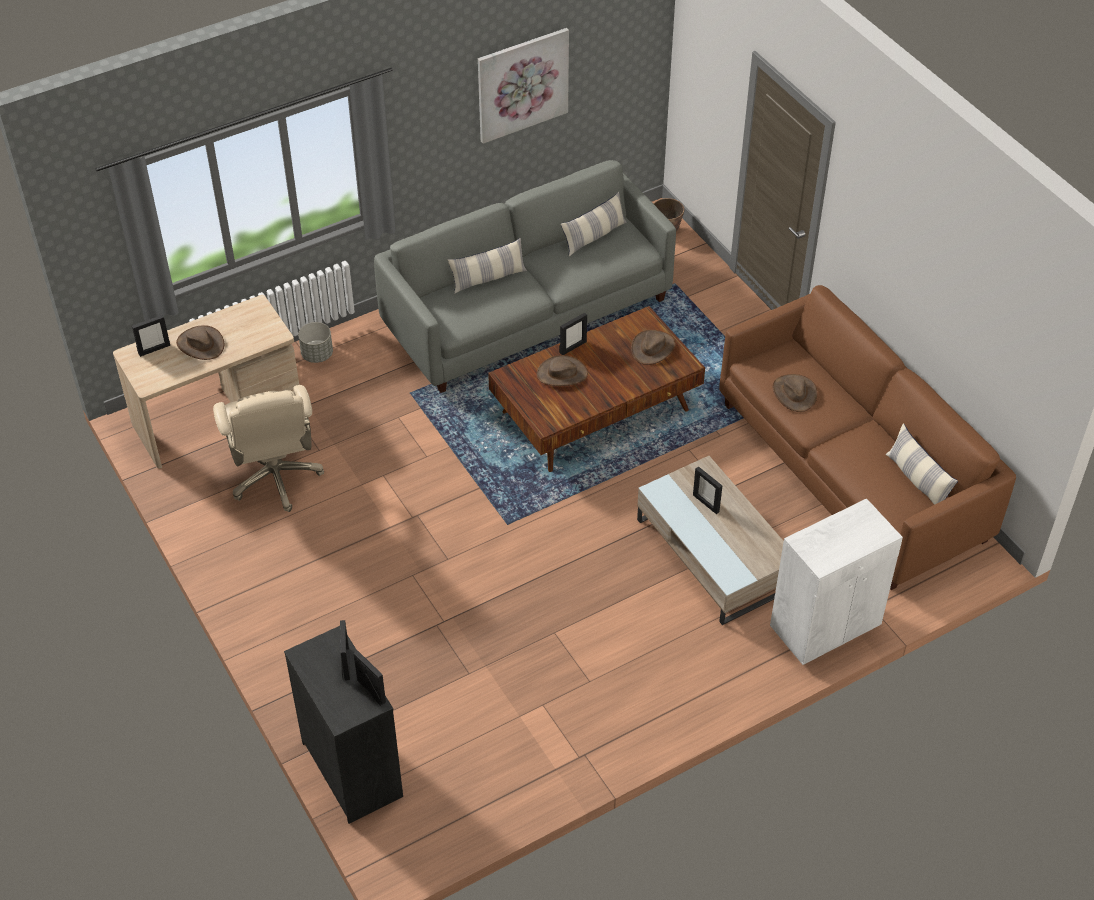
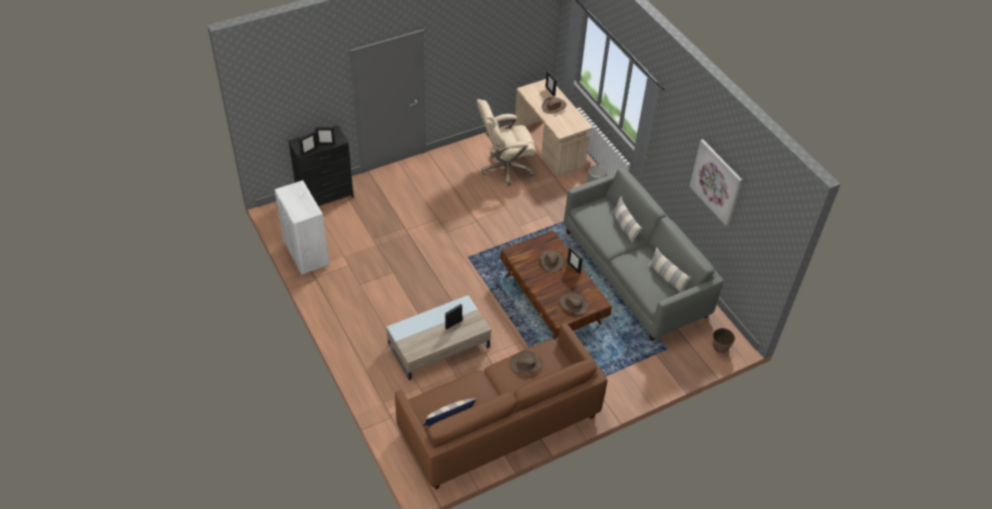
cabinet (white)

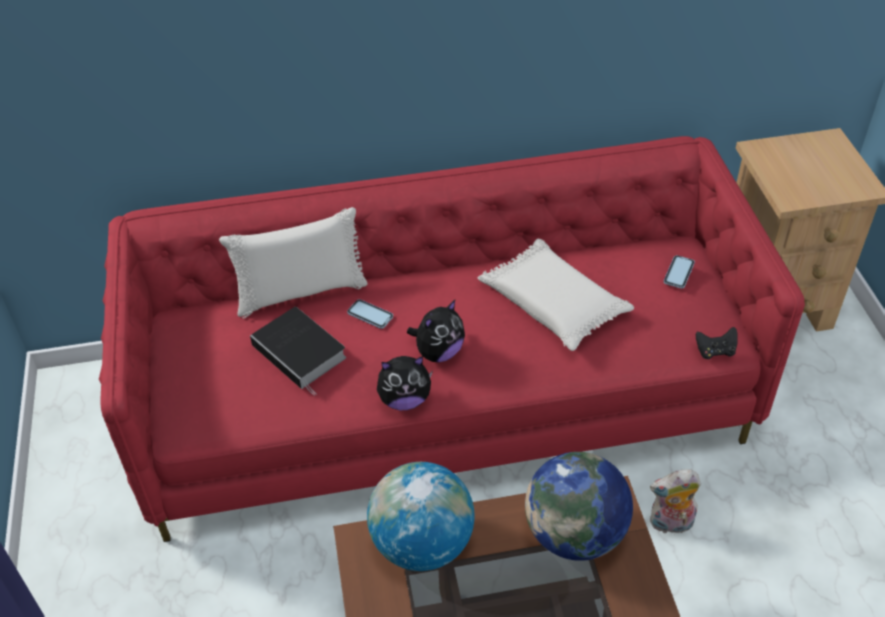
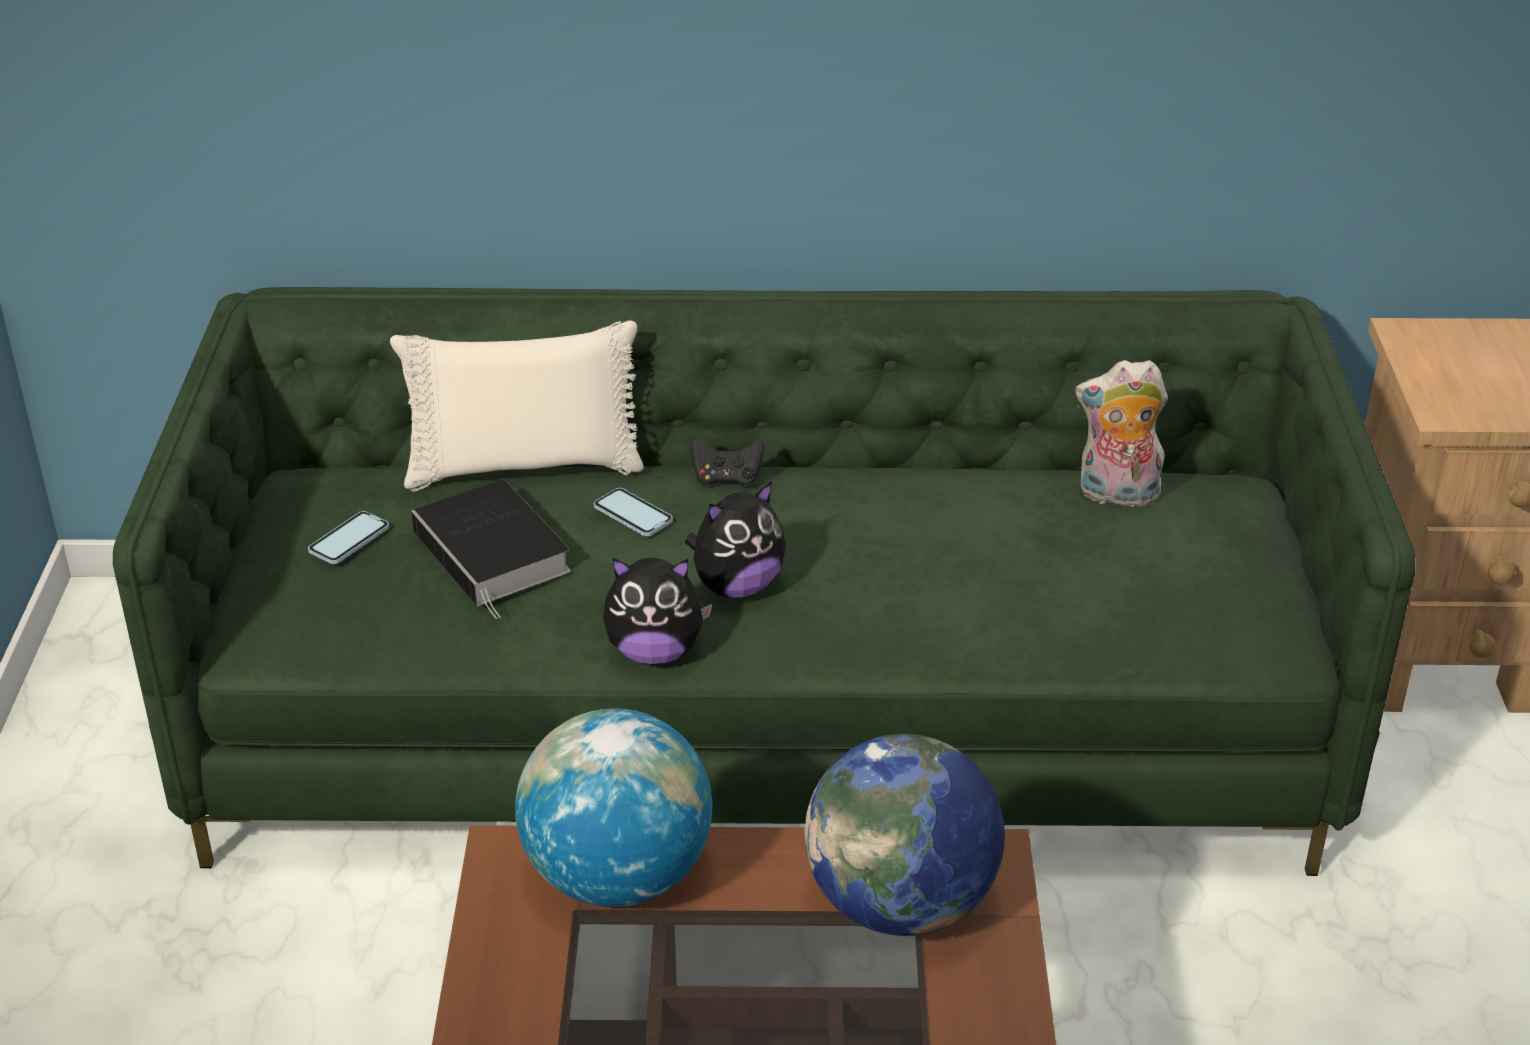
sofa (green)
pillow (white) (no. 2 from left in the first image)
plush toy (no. 3 from left)
phone (no. 1 from left)
game controller (black)

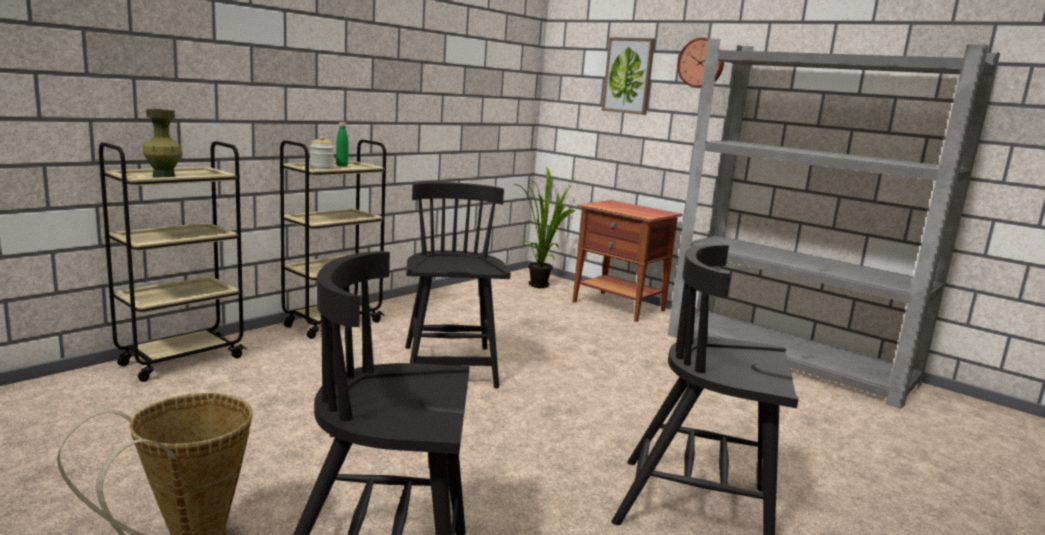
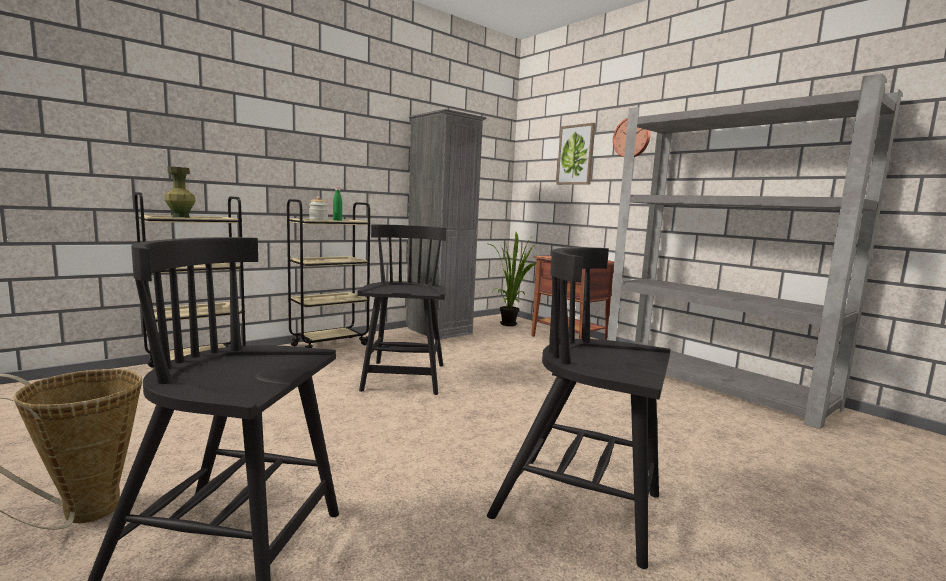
cabinet (grey)

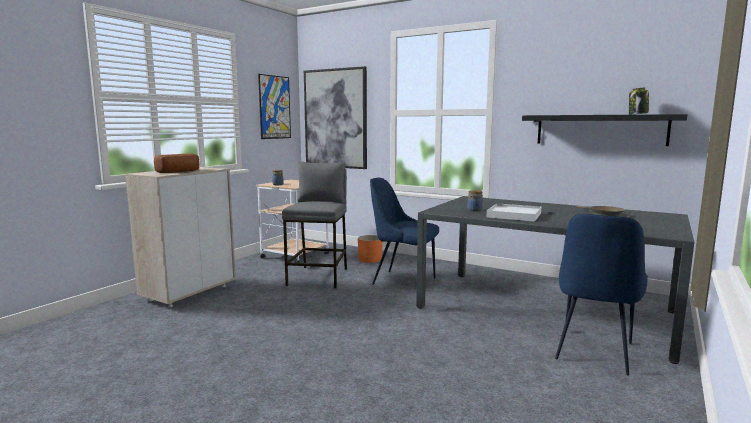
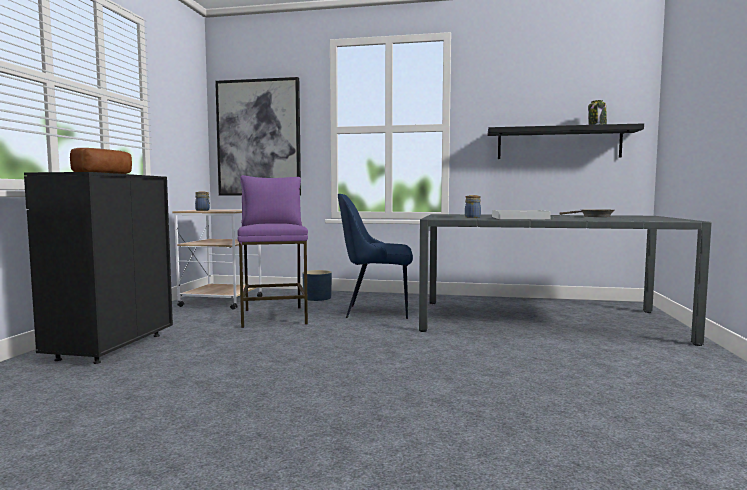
cabinet (black)
picture (no. 1 from left in the first image)
stool (purple)
planter (blue)
chair (blue) (no. 2 from left in the first image)

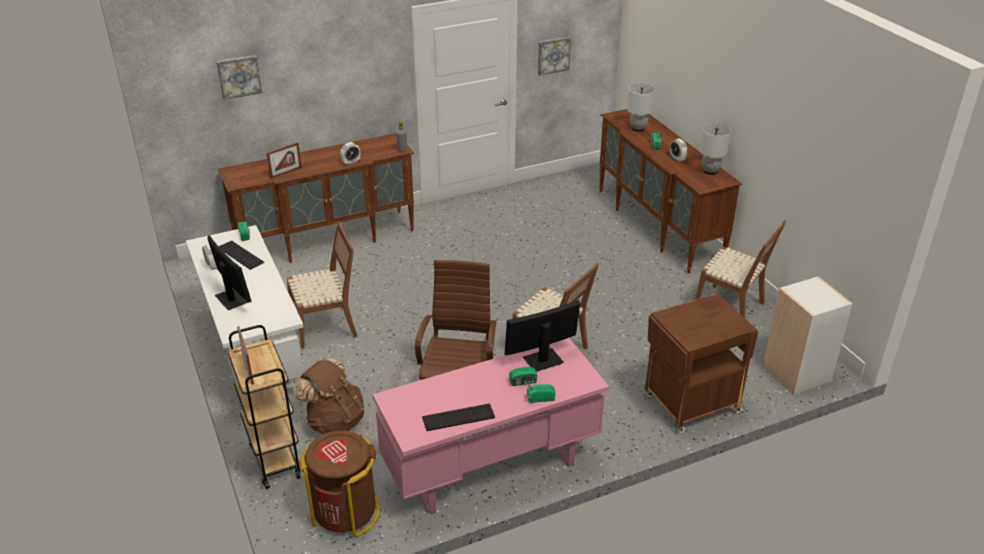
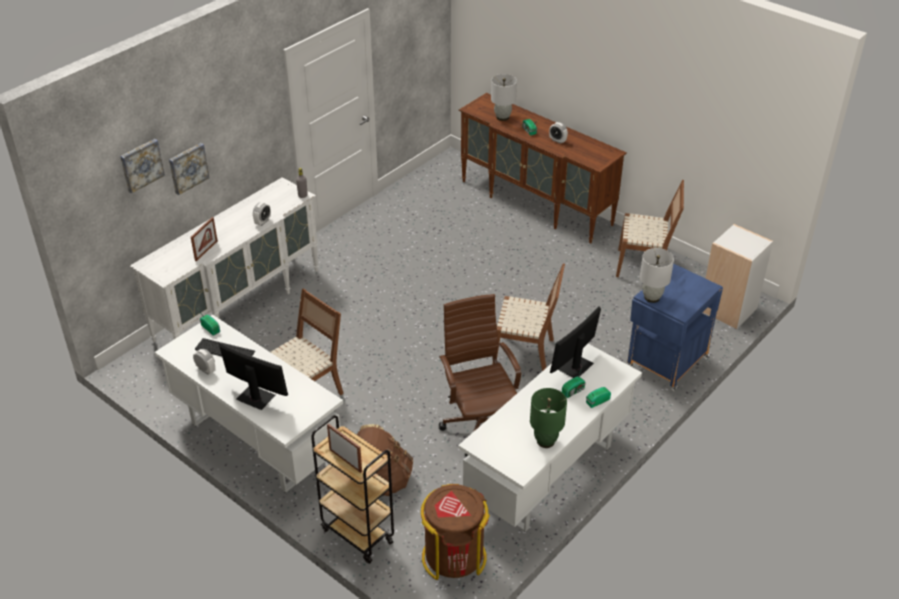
cabinet (white)
desk (white) (no. 2 from left)
table lamp (green)
picture (no. 2 from left)
cart (blue)
table lamp (white) (no. 2 from left)

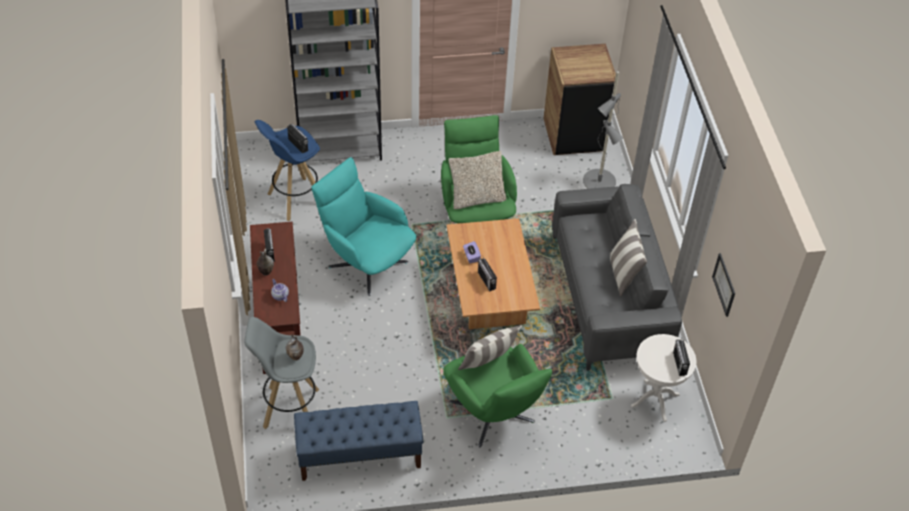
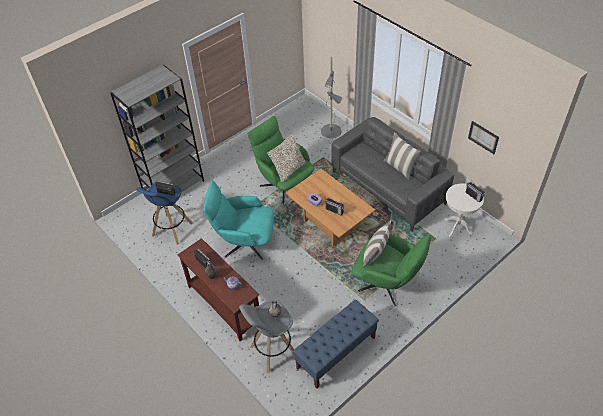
cabinet (brown)

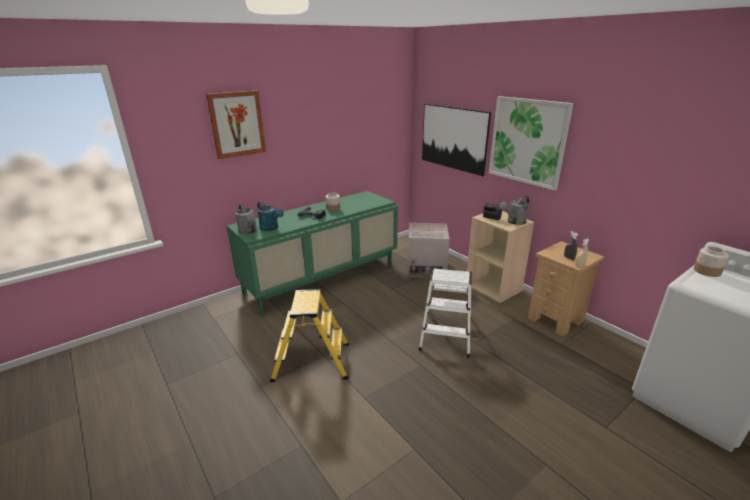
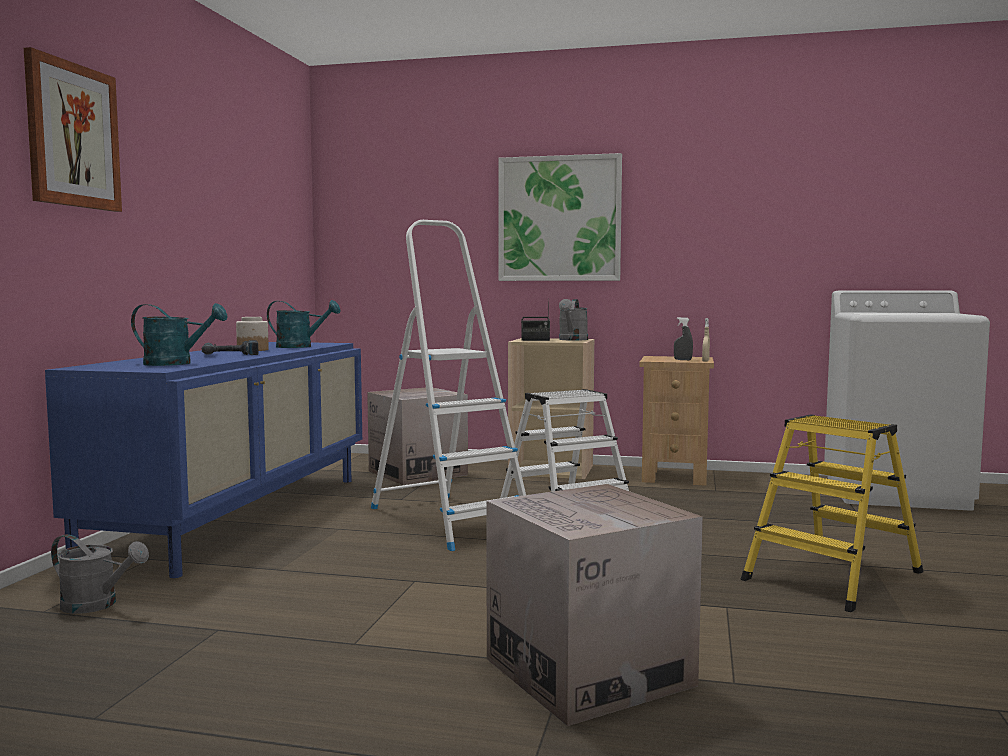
cabinet (blue)
watering can (grey) (no. 1 from left)
step ladder (yellow)
picture (no. 2 from left in the first image)
jar (no. 2 from left in the first image)
watering can (turquoise) (no. 2 from left)
step ladder (white) (no. 1 from left)
cardboard box (no. 2 from left)

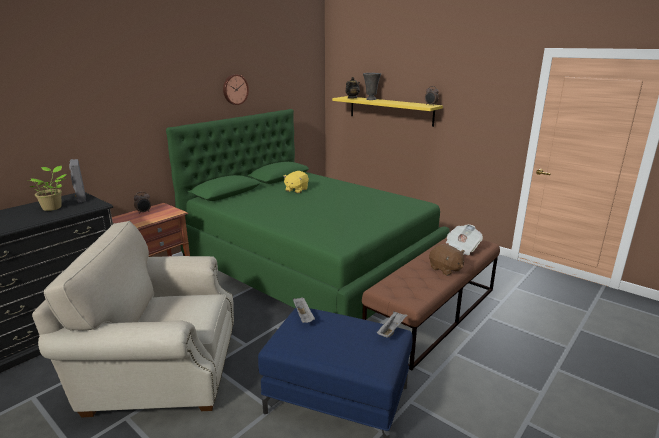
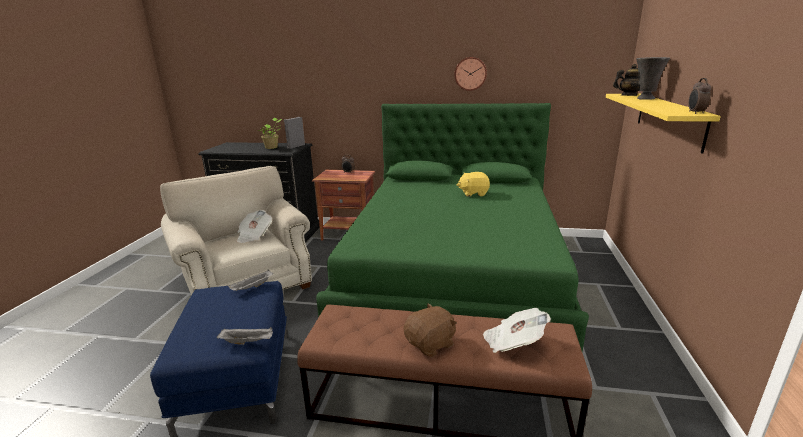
plush toy (brown)
newspaper (no. 1 from left)

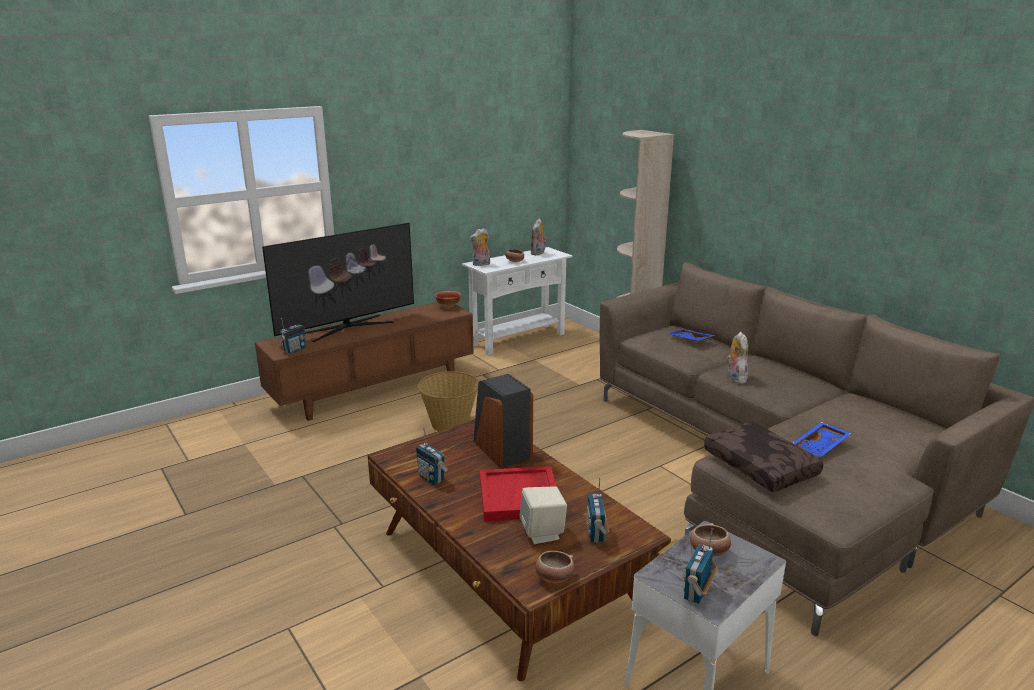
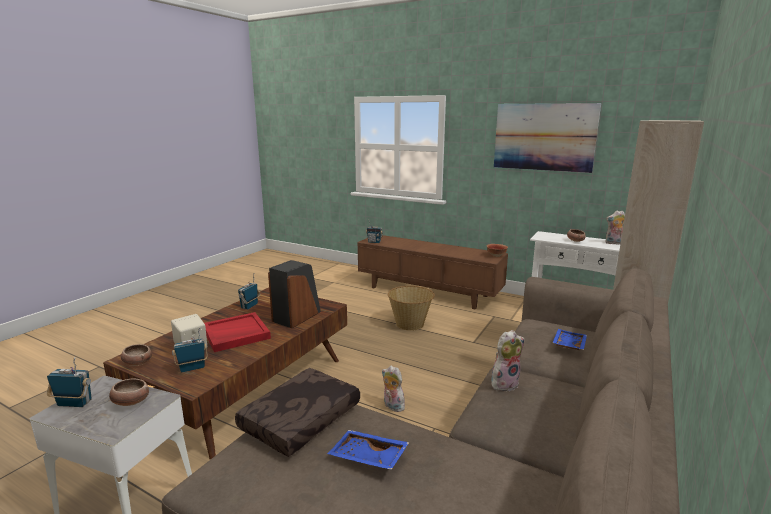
television
plush toy (no. 1 from left)
picture

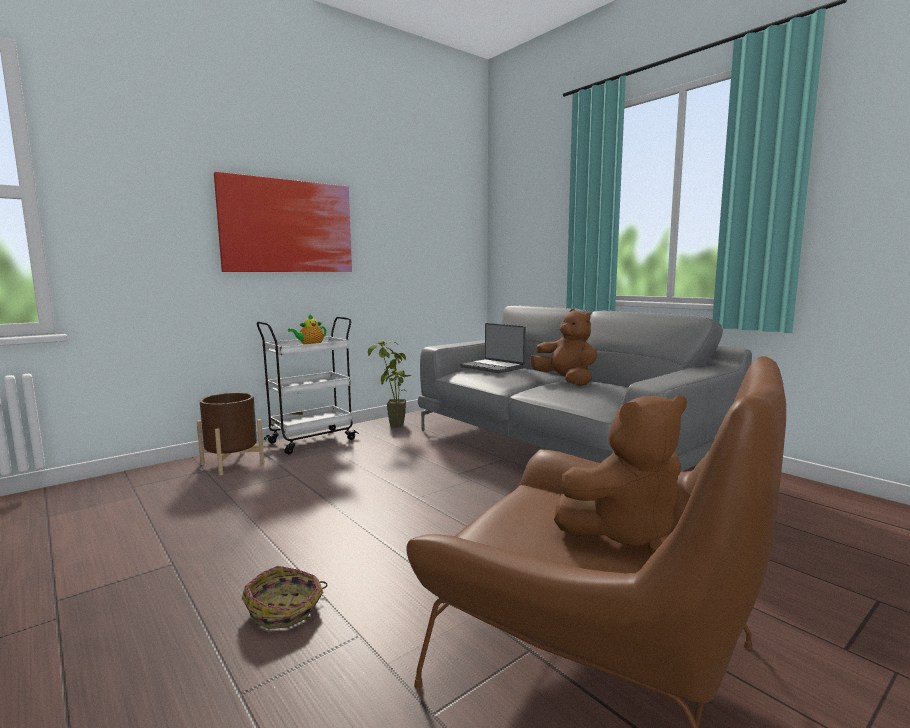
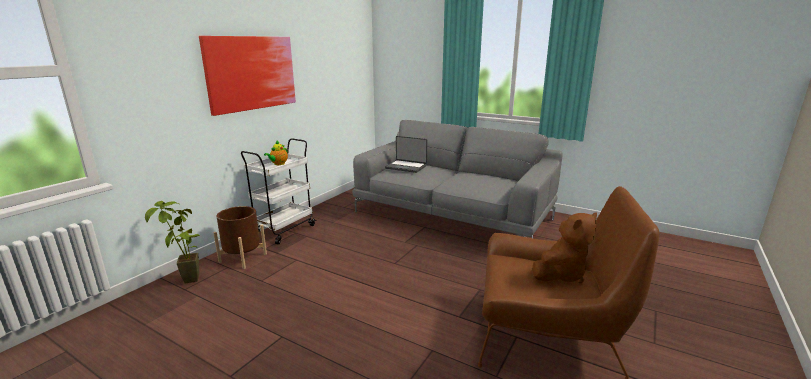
basket
potted plant
plush toy (brown) (no. 1 from left in the first image)

